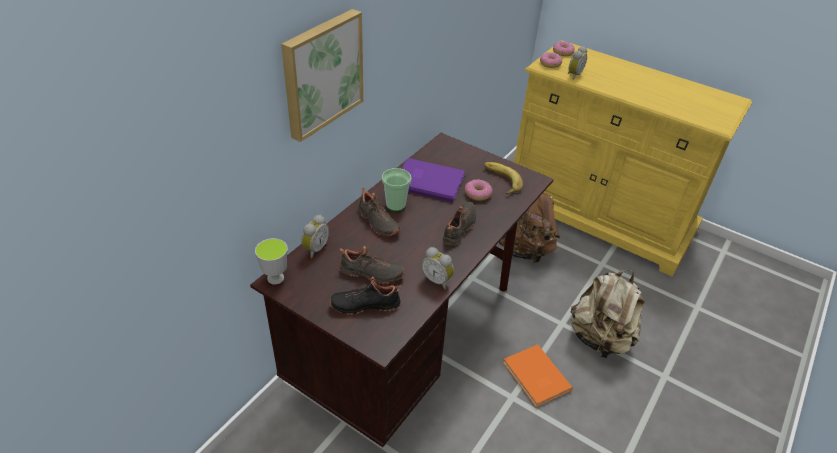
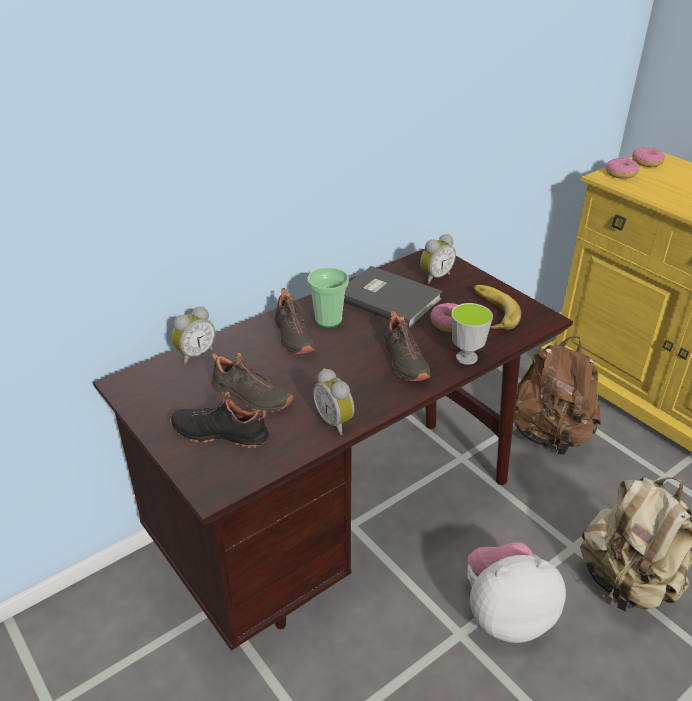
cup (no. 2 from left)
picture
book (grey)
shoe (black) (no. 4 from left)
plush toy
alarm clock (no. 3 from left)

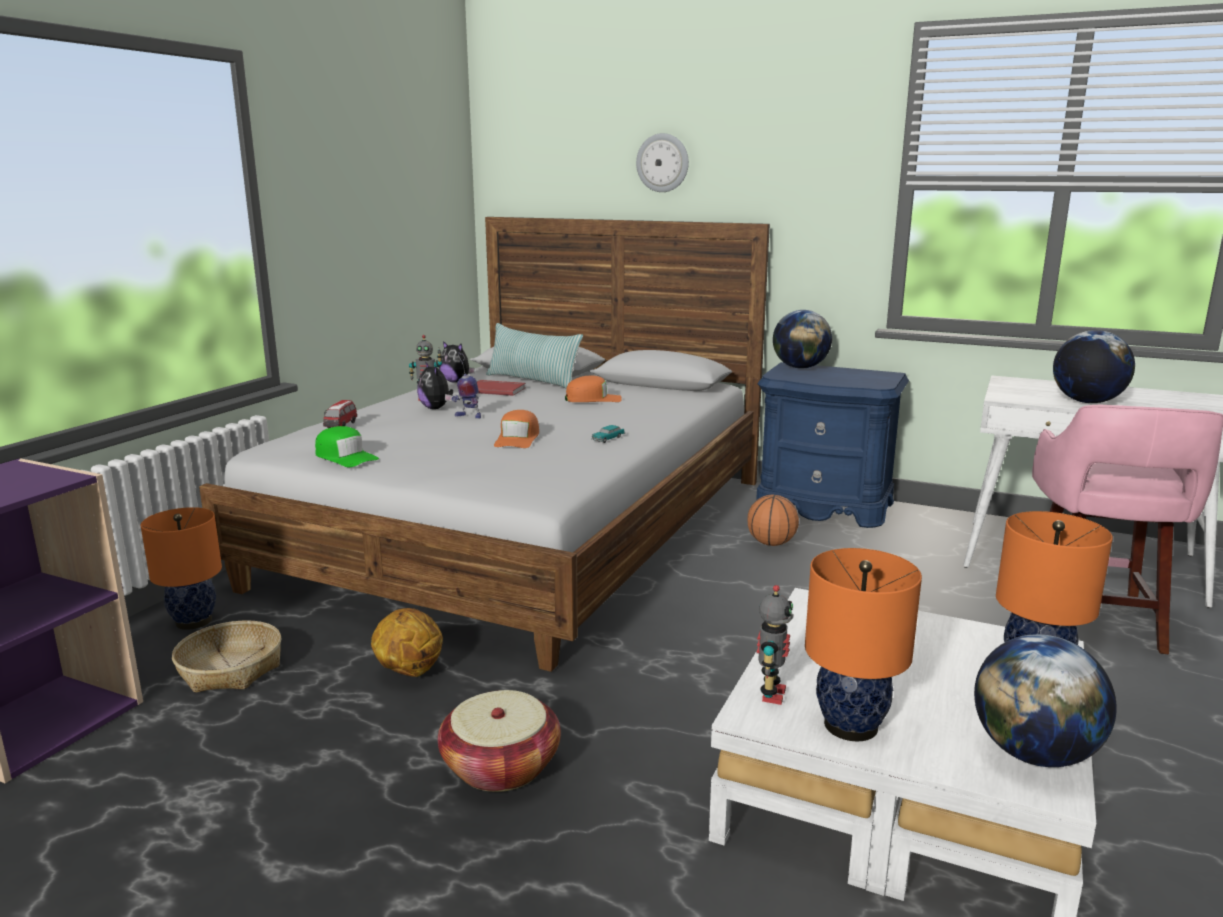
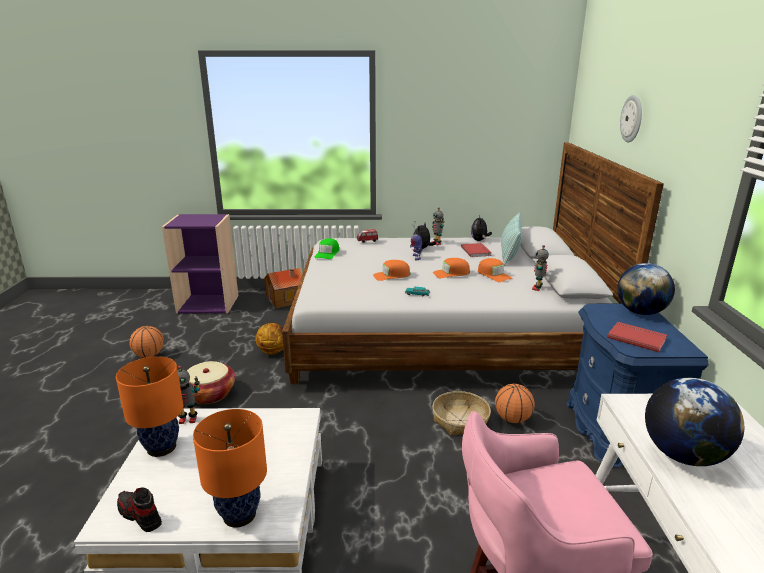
toy house
basket (no. 2 from left)
shoe
basketball (no. 1 from left)
cap (orange) (no. 2 from left)
toy robot (no. 4 from left)
book (red) (no. 2 from left)

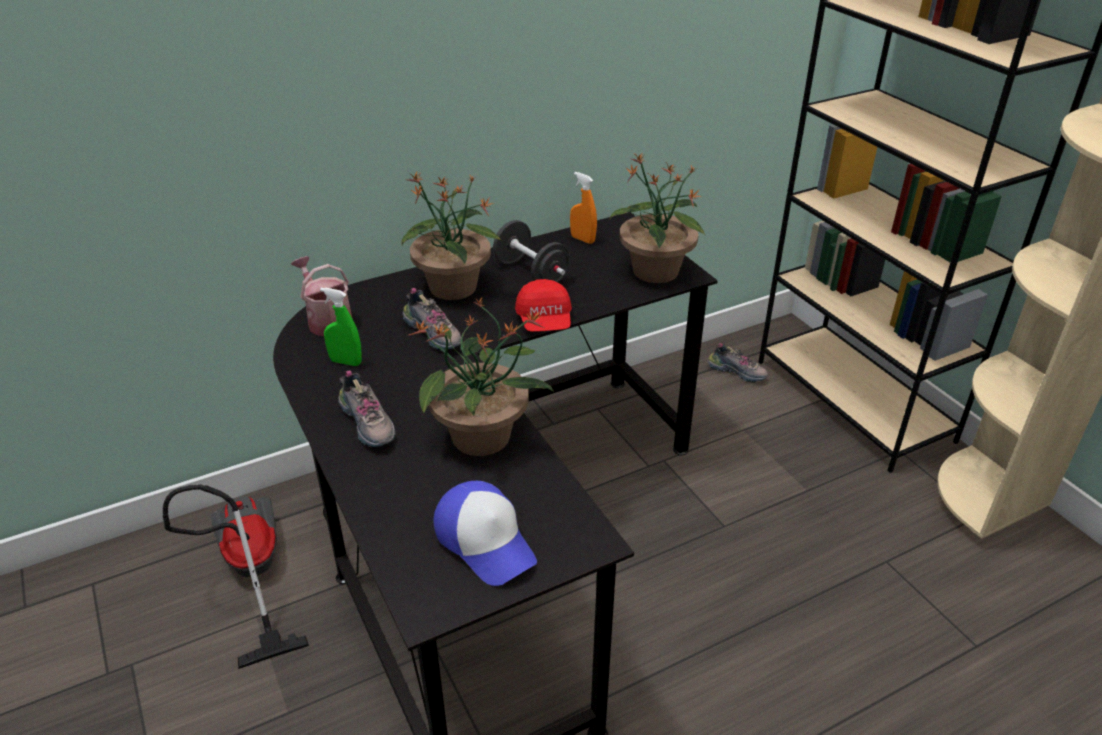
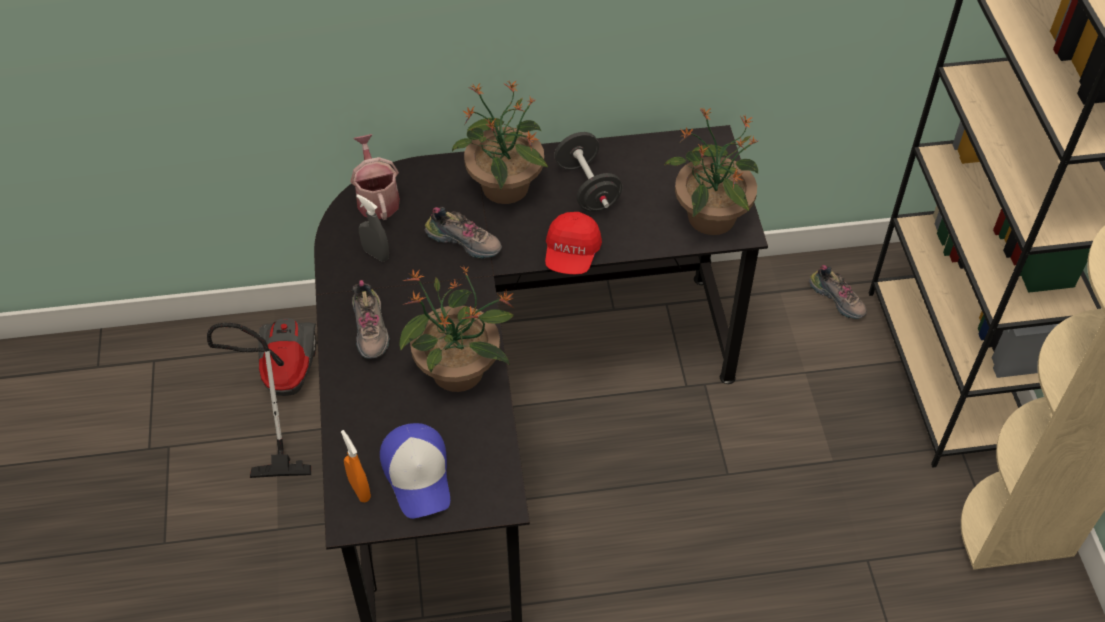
spray bottle (grey)
shoe (no. 2 from left)
spray bottle (orange)

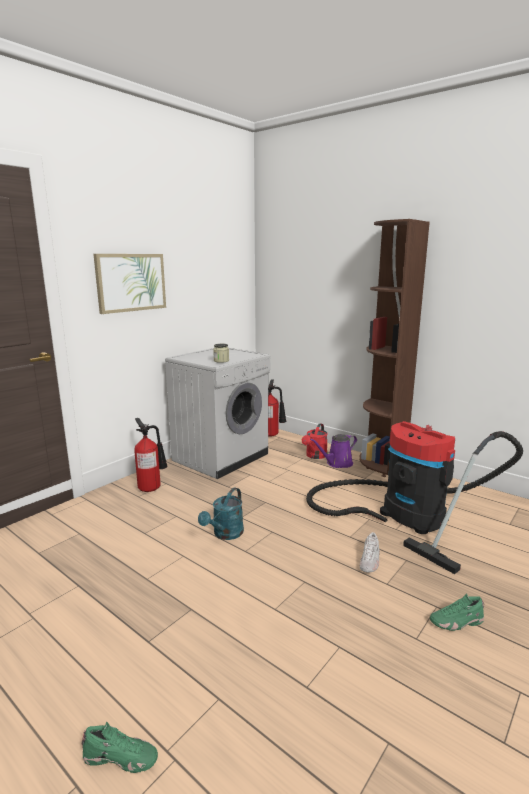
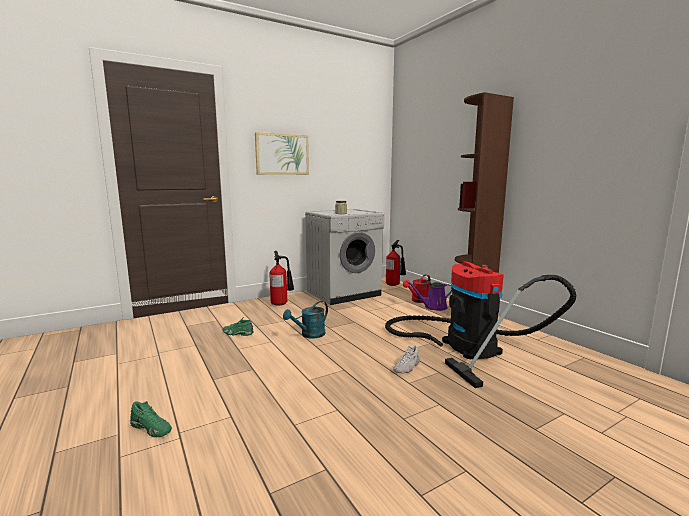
shoe (green) (no. 2 from left)

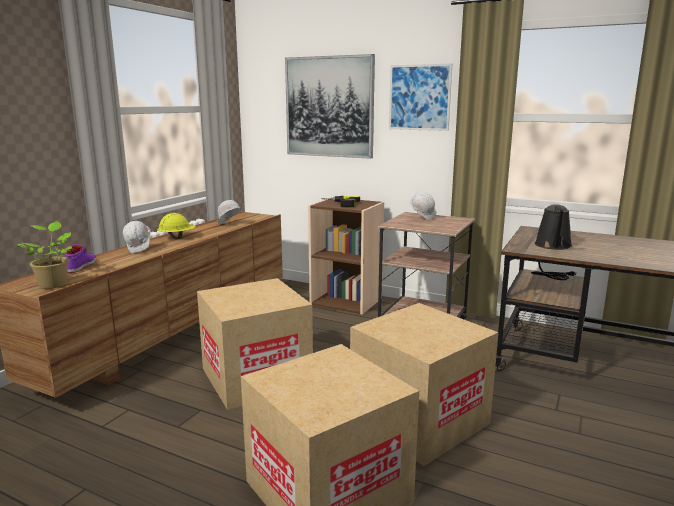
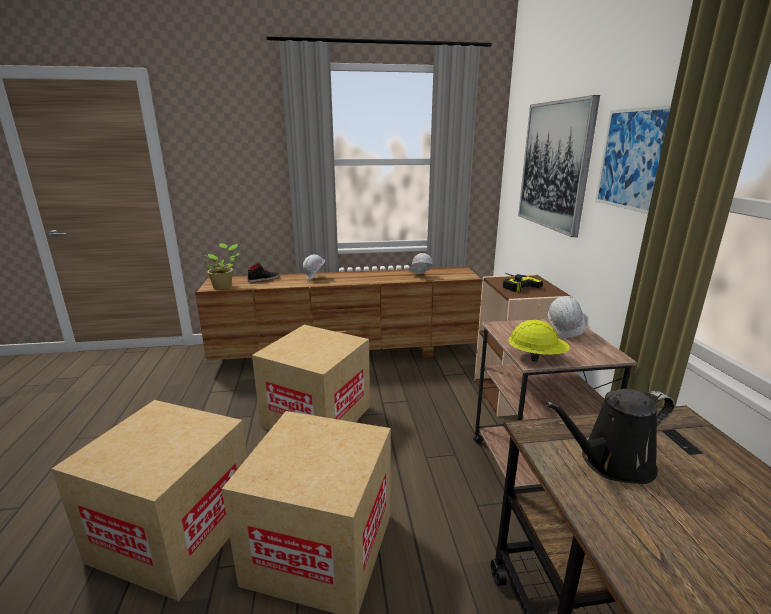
shoe (black)
hard hat (yellow)

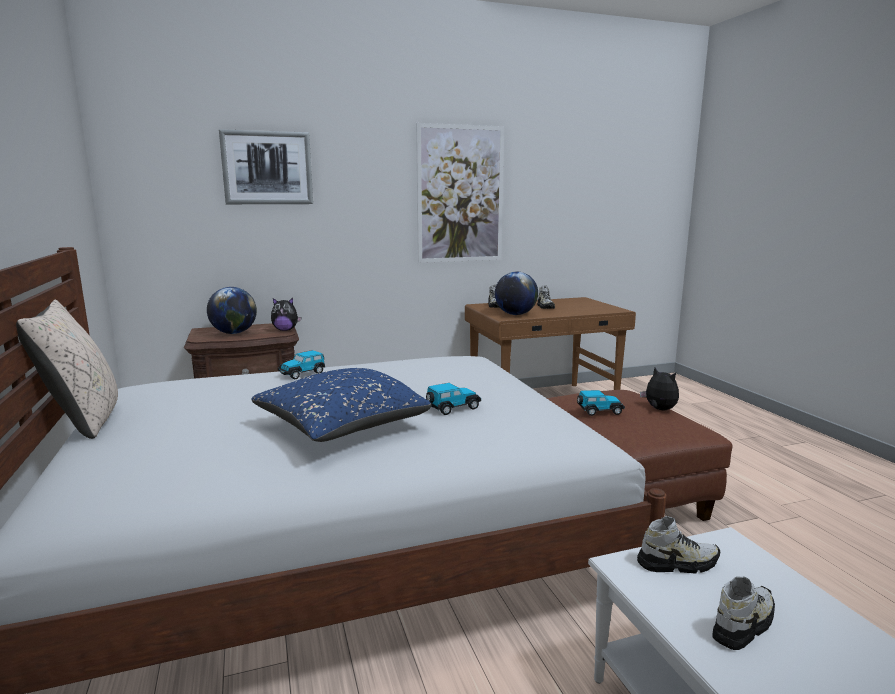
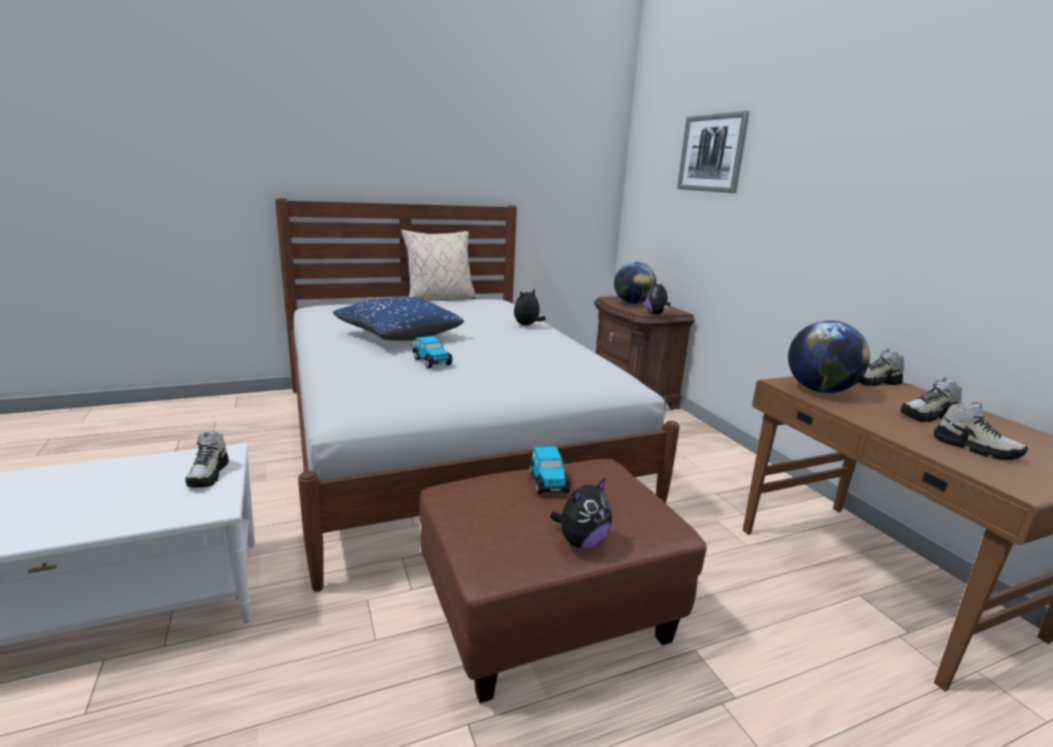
plush toy (no. 1 from left)
picture (no. 2 from left in the first image)
shoe (no. 4 from left)

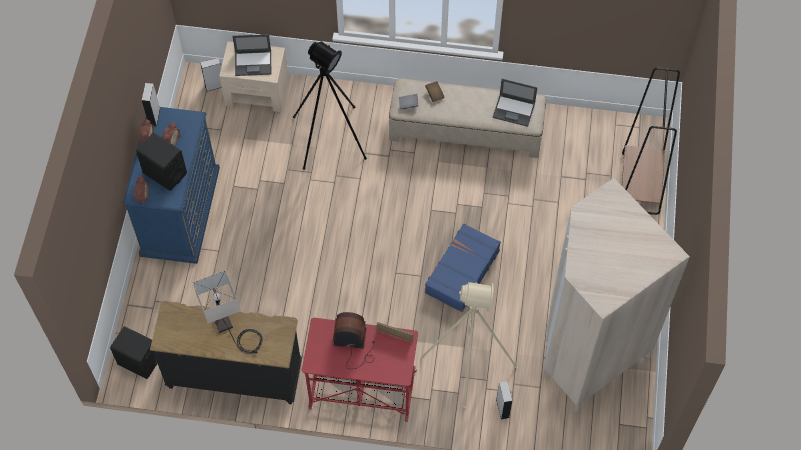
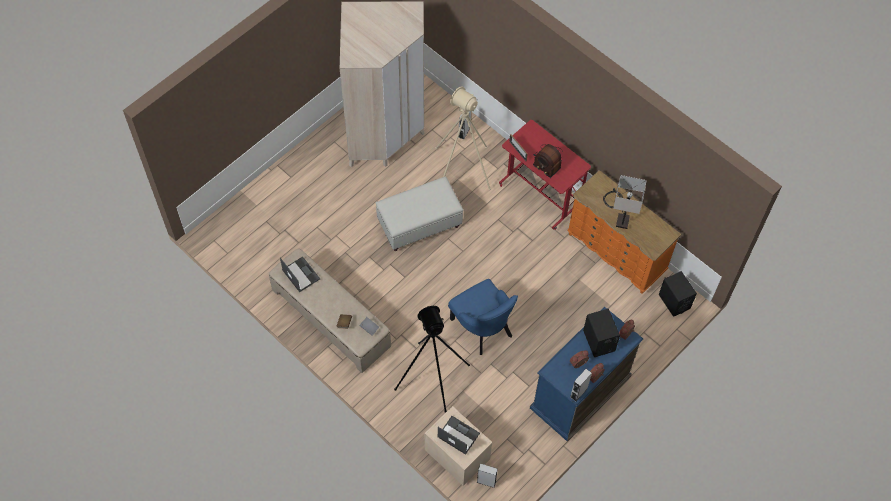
dresser (orange)
ottoman (white)
clothes rack
chair (blue)

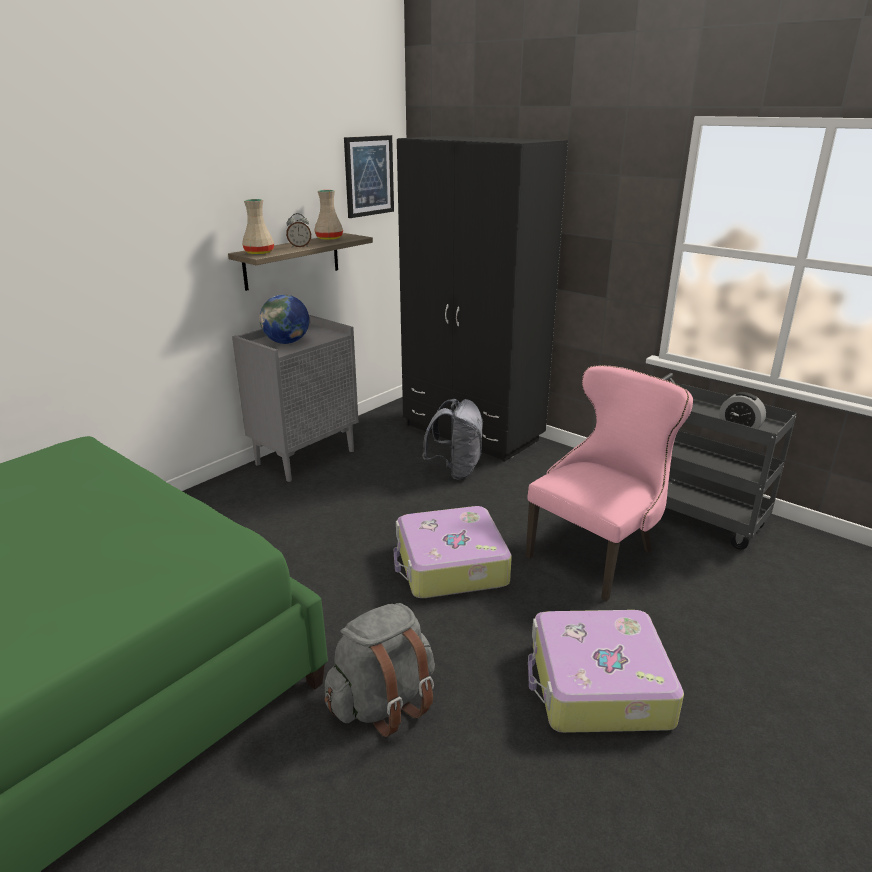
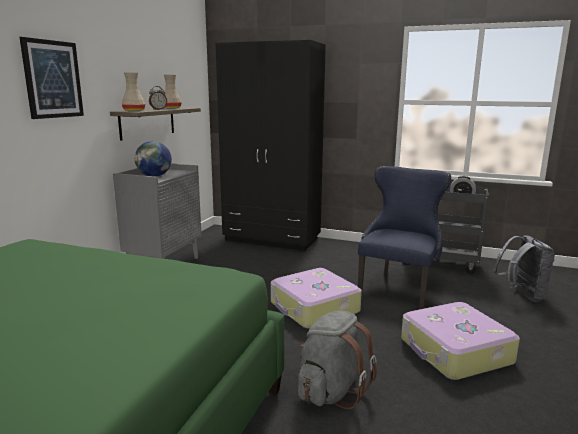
picture
backpack (grey) (no. 2 from left)
chair (blue)

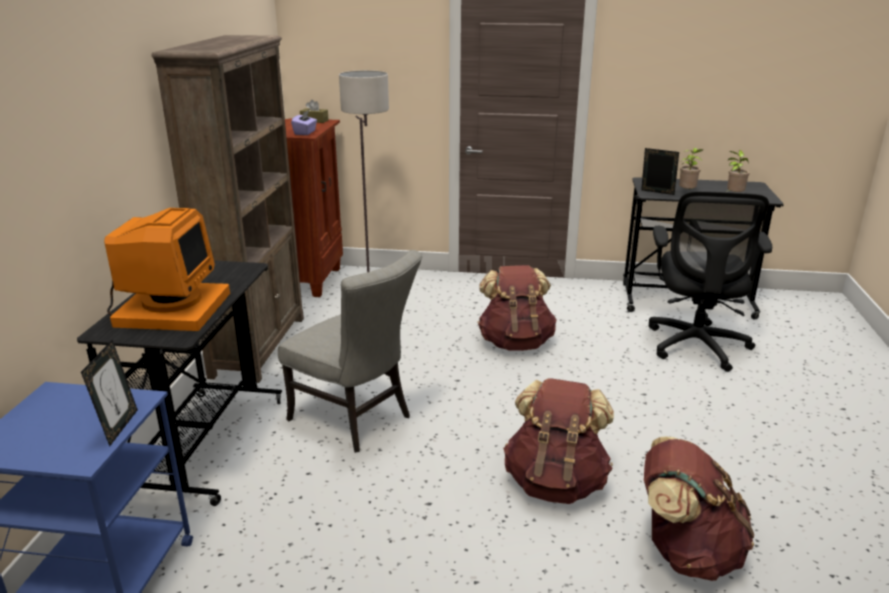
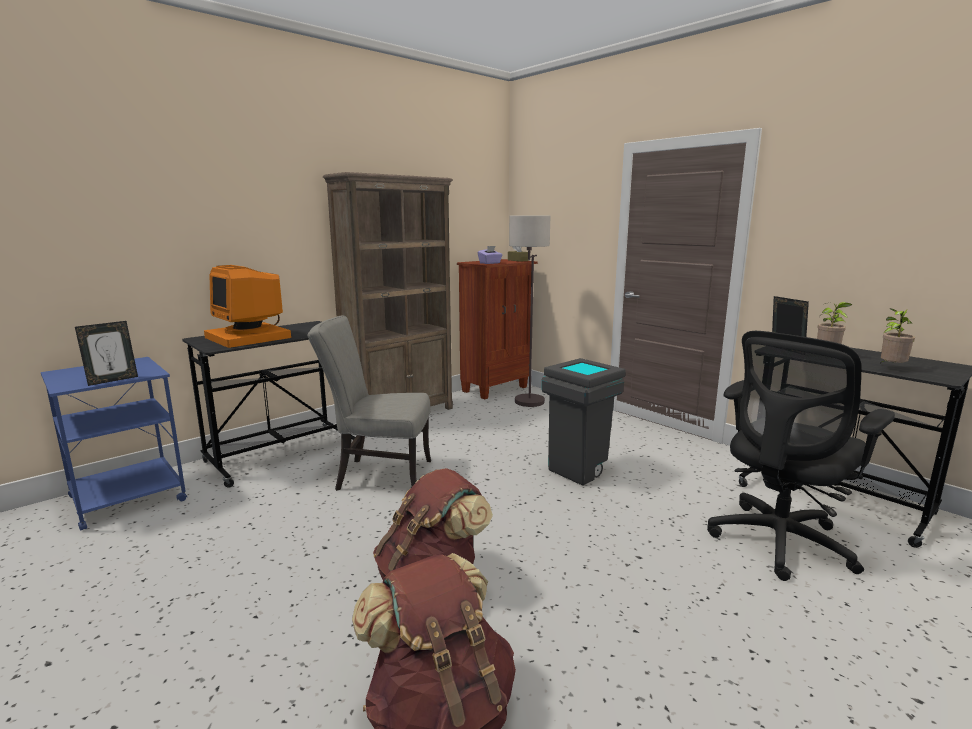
monitor
chair (grey)
trash can (grey)

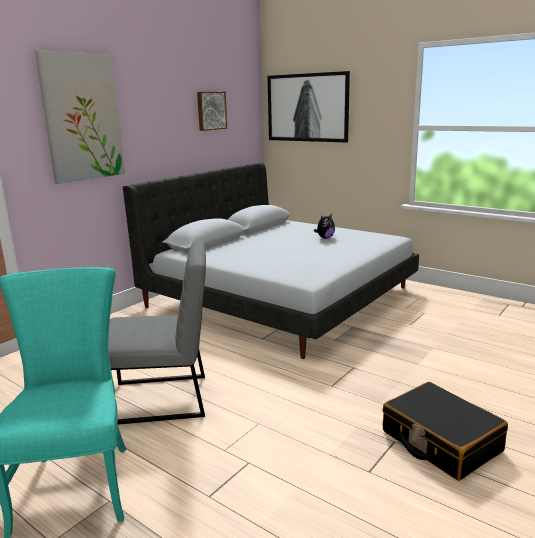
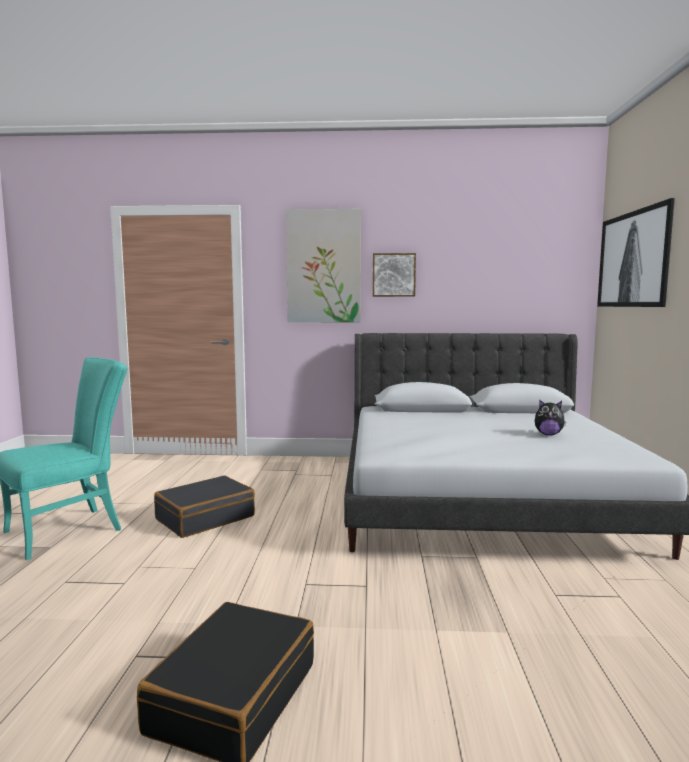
suitcase (black) (no. 1 from left)
picture (no. 2 from left)

